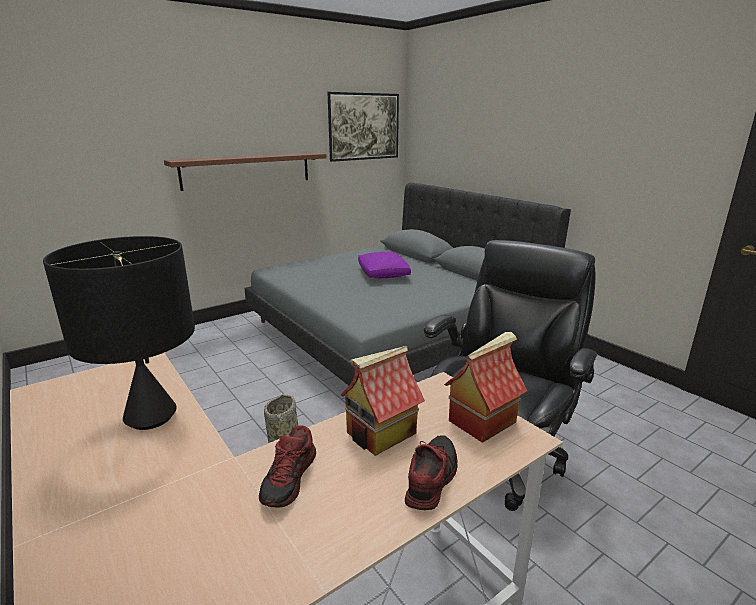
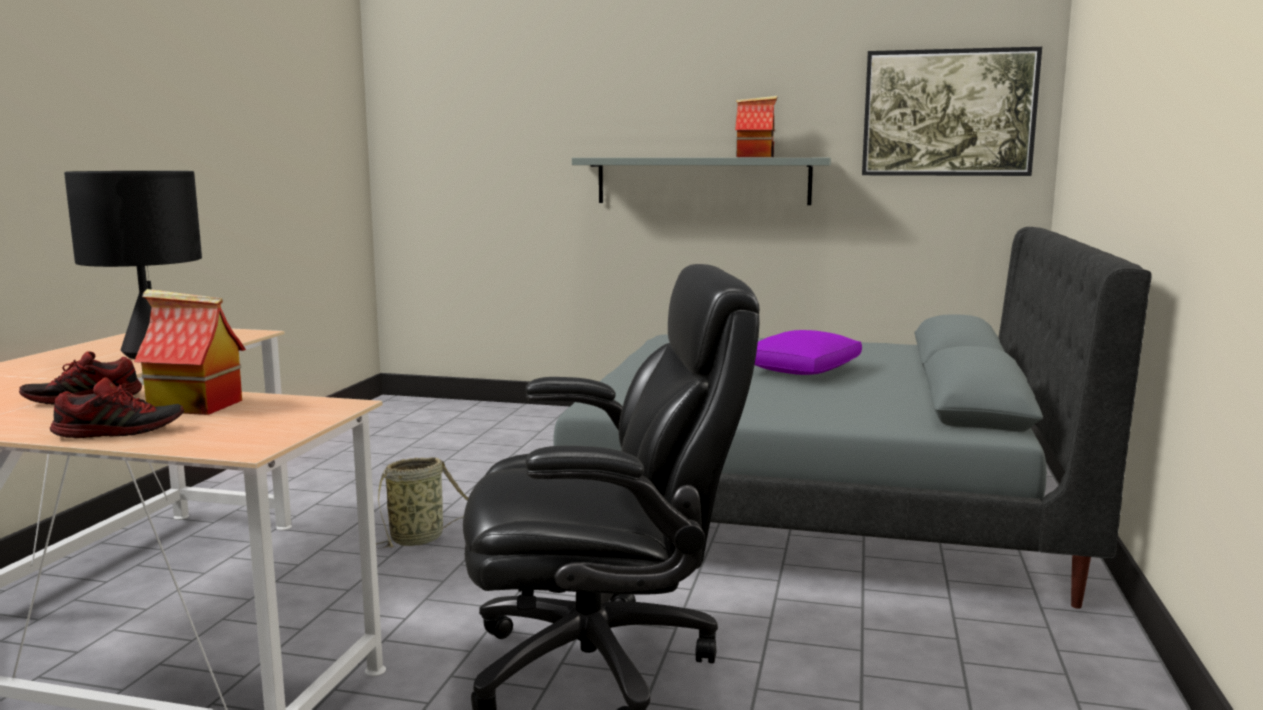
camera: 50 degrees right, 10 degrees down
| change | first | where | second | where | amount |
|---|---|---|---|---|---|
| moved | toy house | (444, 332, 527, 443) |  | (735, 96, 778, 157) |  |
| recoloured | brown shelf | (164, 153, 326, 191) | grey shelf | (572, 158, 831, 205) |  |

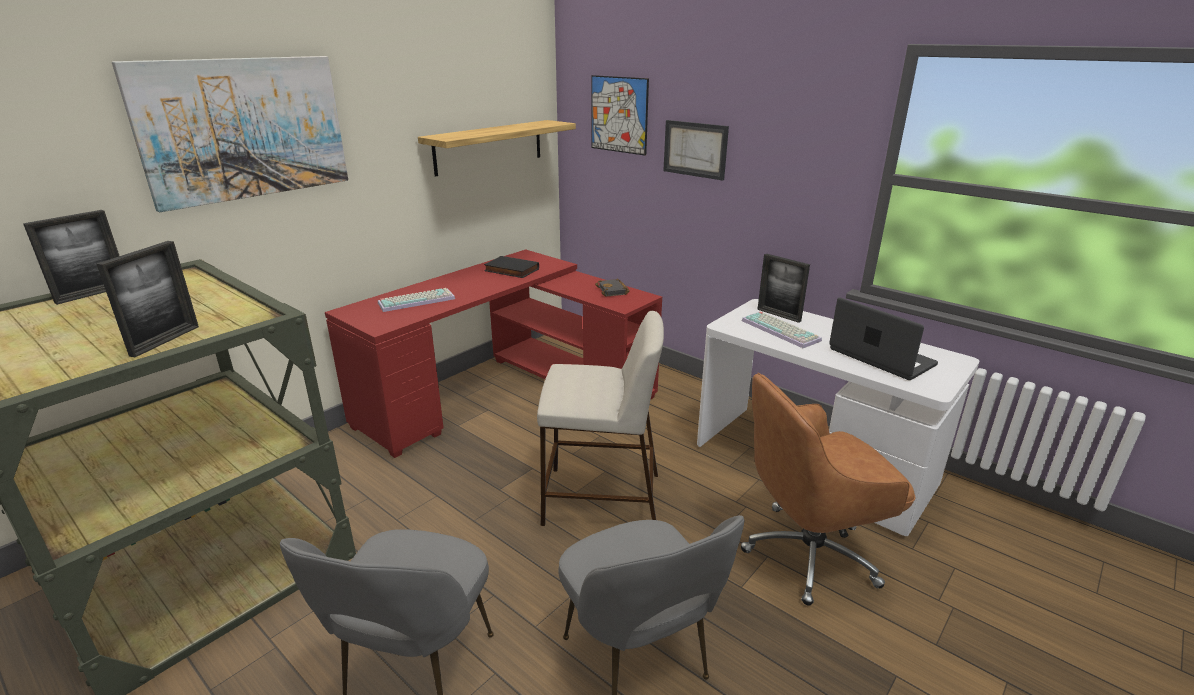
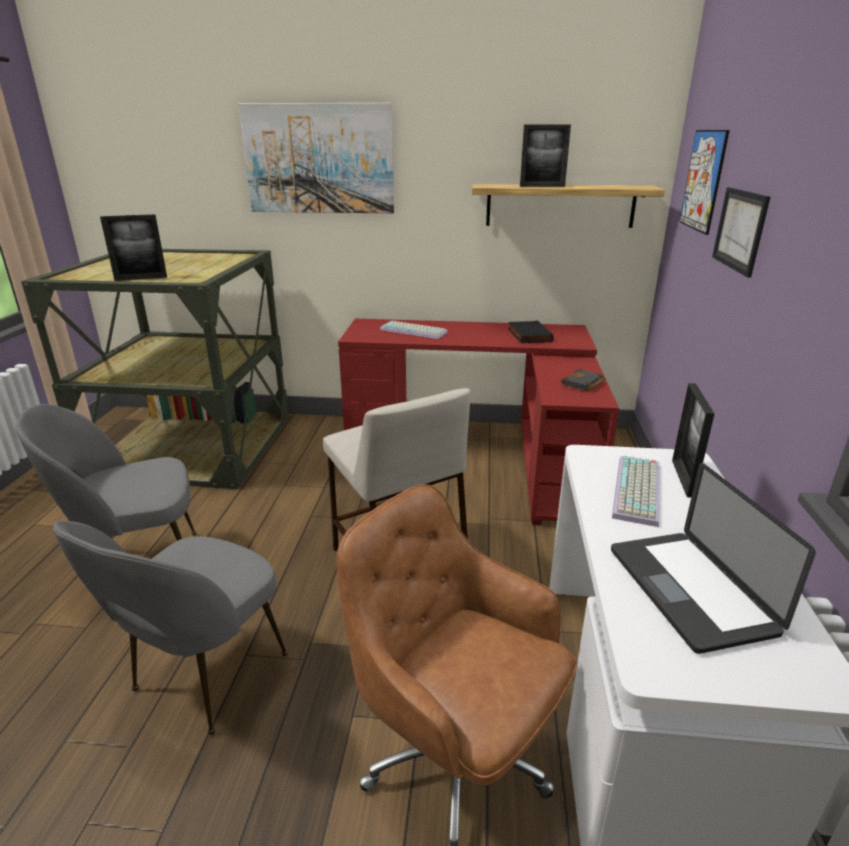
camera: 55 degrees right, 0 degrees up
| change | first | where | second | where | amount |
|---|---|---|---|---|---|
| moved | picture frame | (23, 210, 119, 305) |  | (520, 125, 571, 187) |  |
| turned | laptop | (829, 297, 938, 380) |  | (611, 463, 816, 654) | 150 degrees clockwise |

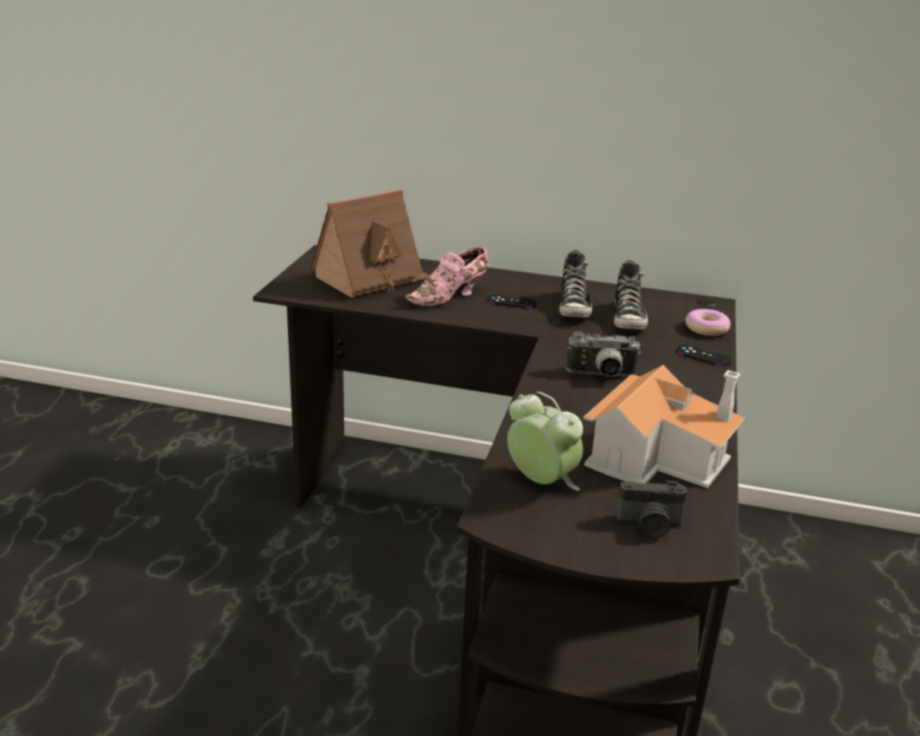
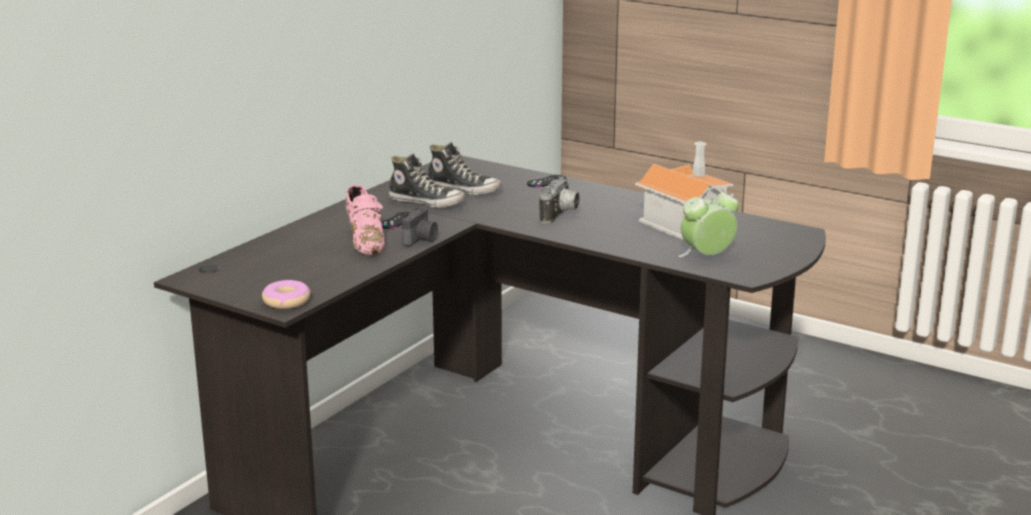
camera: 70 degrees left, 5 degrees down
| change | first | where | second | where | amount |
|---|---|---|---|---|---|
| removed | toy house | (310, 189, 430, 298) |  |  |  |
| moved | photo camera | (616, 480, 687, 538) |  | (402, 206, 438, 246) |  |
| moved | donut | (686, 309, 731, 336) |  | (262, 280, 311, 309) |  |

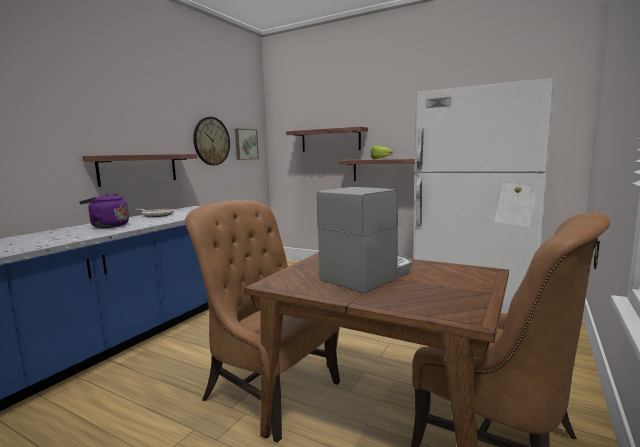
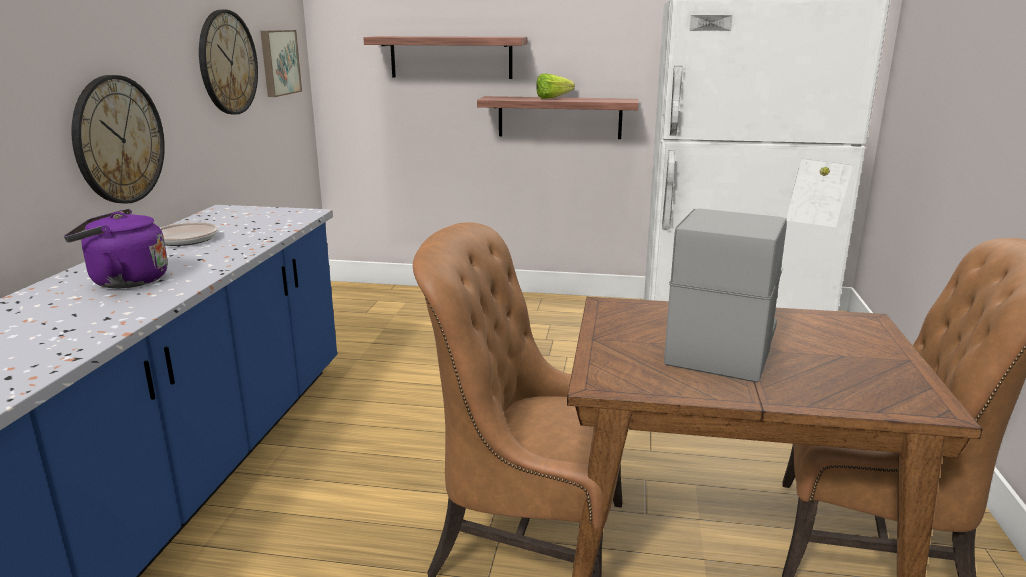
camera: 20 degrees left, 10 degrees up
| change | first | where | second | where | amount |
|---|---|---|---|---|---|
| replaced | shelf | (82, 154, 198, 187) | wall clock | (71, 75, 165, 204) |  |

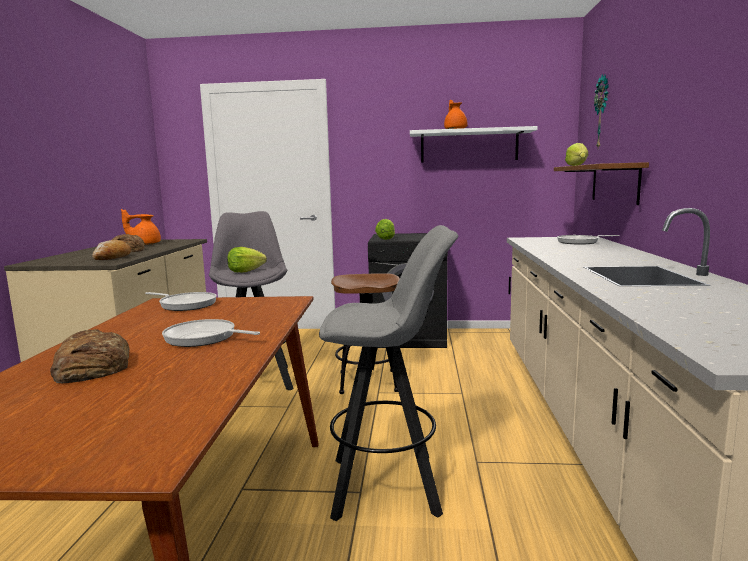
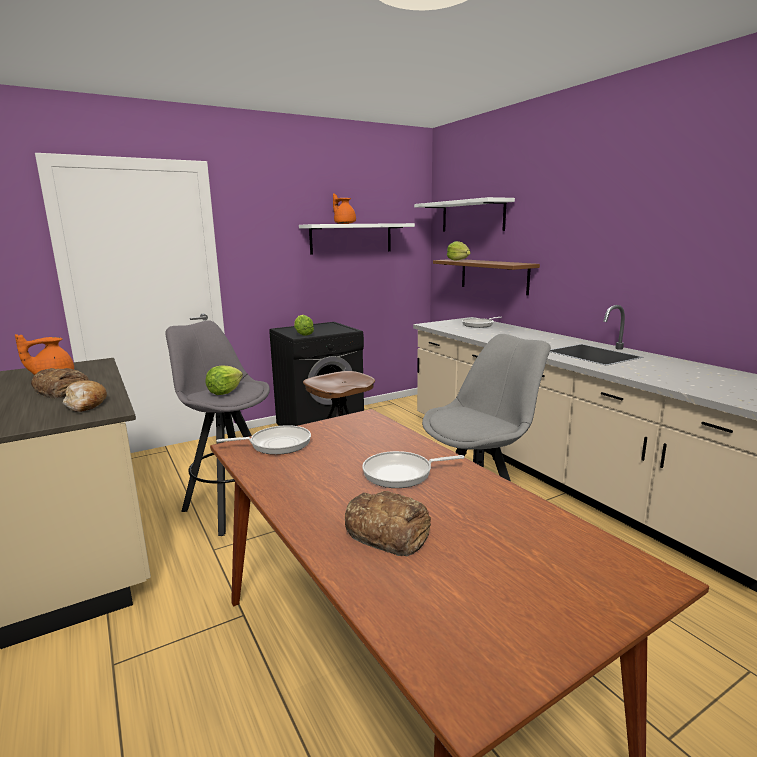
camera: 35 degrees left, 5 degrees up
| change | first | where | second | where | amount |
|---|---|---|---|---|---|
| replaced | wall clock | (594, 74, 609, 148) | white shelf | (414, 197, 515, 231) |  |

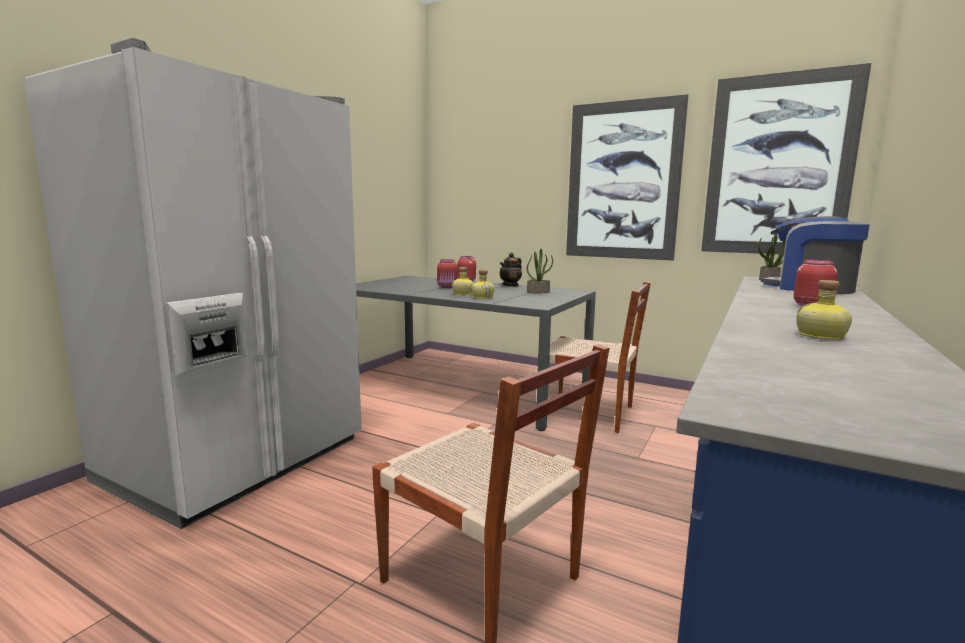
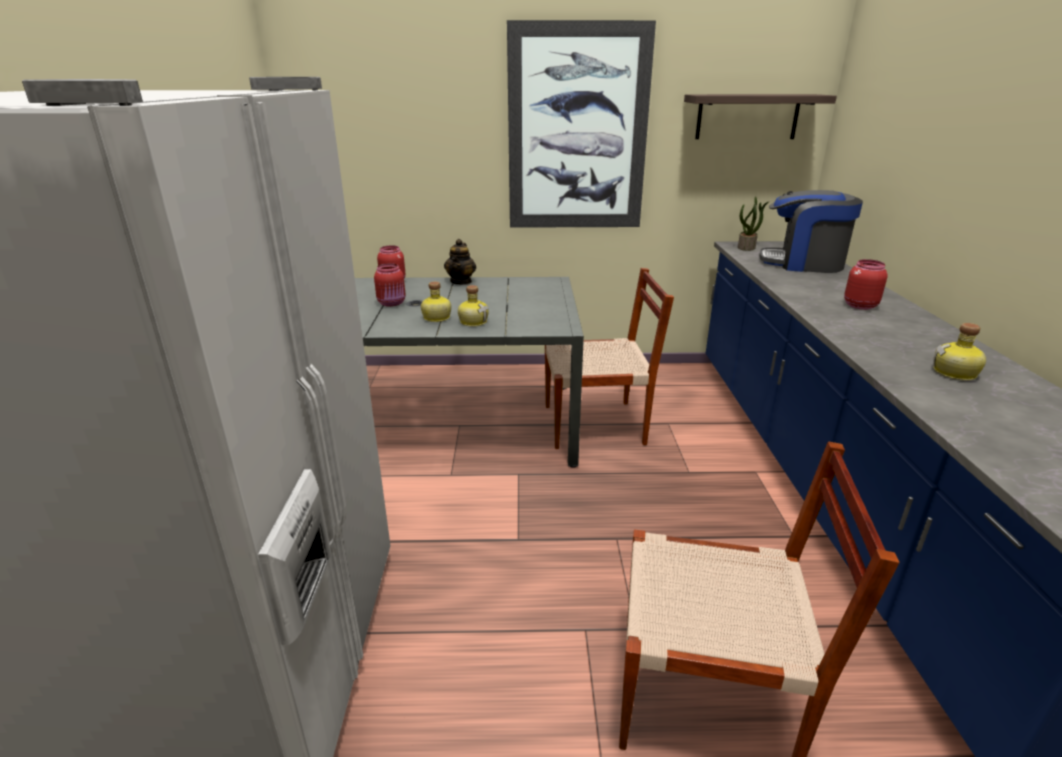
camera: 30 degrees left, 15 degrees up
| change | first | where | second | where | amount |
|---|---|---|---|---|---|
| removed | potted plant | (527, 249, 553, 293) |  |  |  |
| replaced | picture | (701, 63, 871, 254) | shelf | (684, 94, 837, 139) |  |

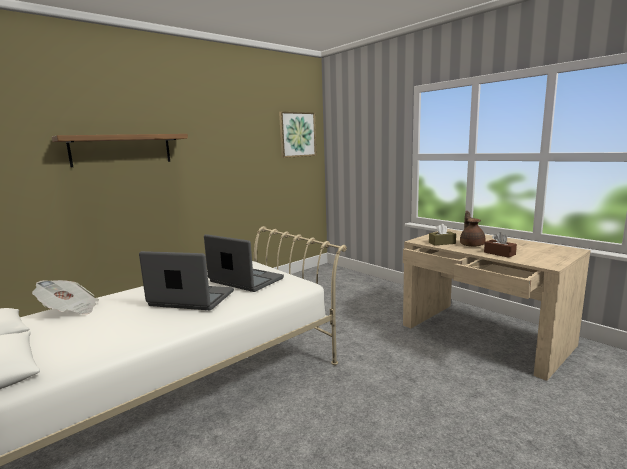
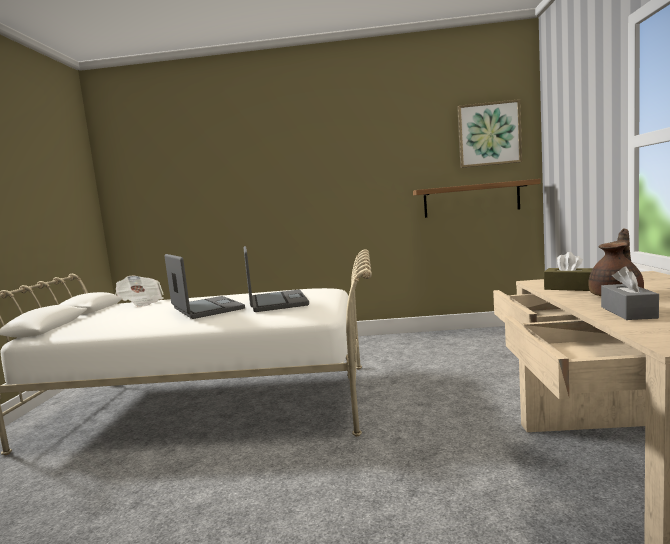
camera: 45 degrees right, 5 degrees down
| change | first | where | second | where | amount |
|---|---|---|---|---|---|
| moved | shelf | (52, 134, 188, 167) |  | (413, 179, 541, 218) |  |
| recoloured | brown tissue box | (484, 232, 517, 258) | grey tissue box | (601, 266, 659, 320) |  |

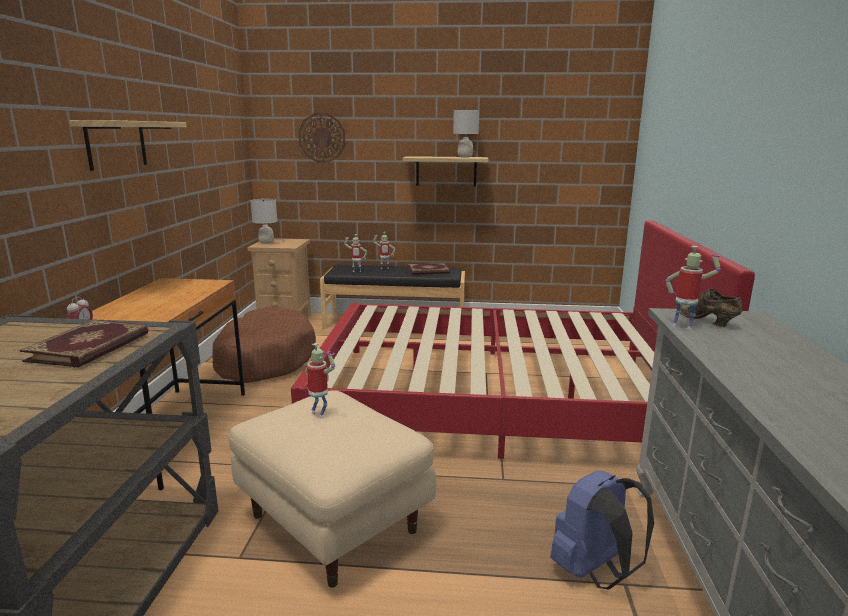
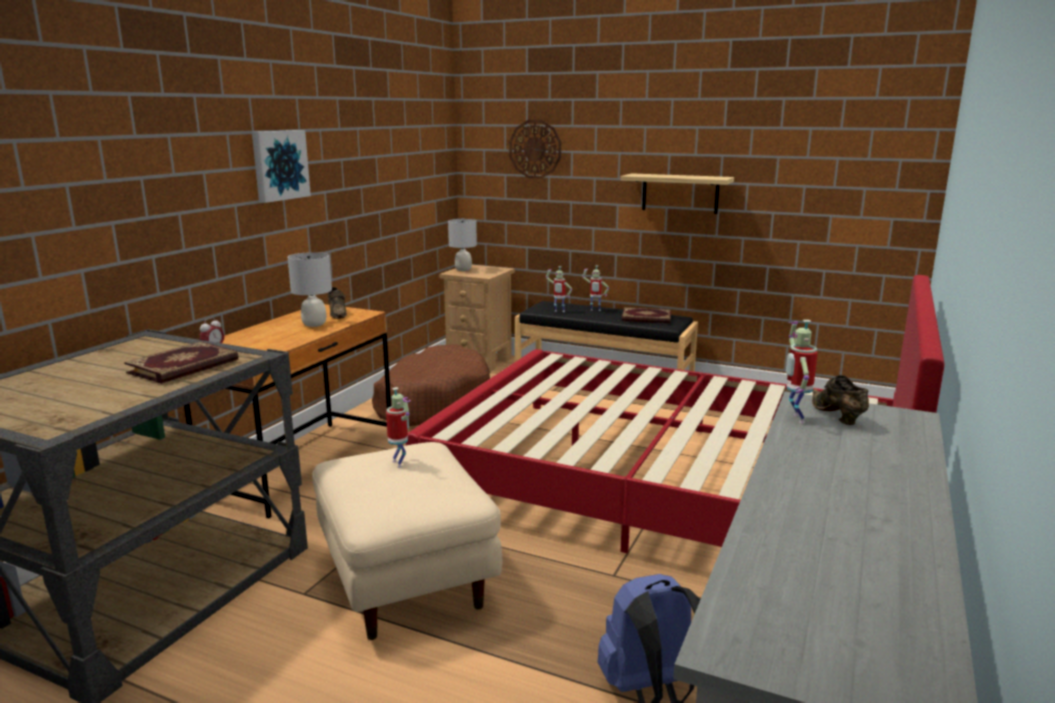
camera: 20 degrees right, 0 degrees up
| change | first | where | second | where | amount |
|---|---|---|---|---|---|
| added |  |  | brown shoe | (328, 287, 347, 319) |  |
| moved | grey table lamp | (453, 110, 479, 158) |  | (288, 252, 332, 327) |  |
| replaced | shelf | (69, 120, 186, 171) | picture | (252, 130, 311, 203) |  |
| turned | toy robot | (665, 246, 721, 330) |  | (786, 320, 818, 423) | 150 degrees counterclockwise |

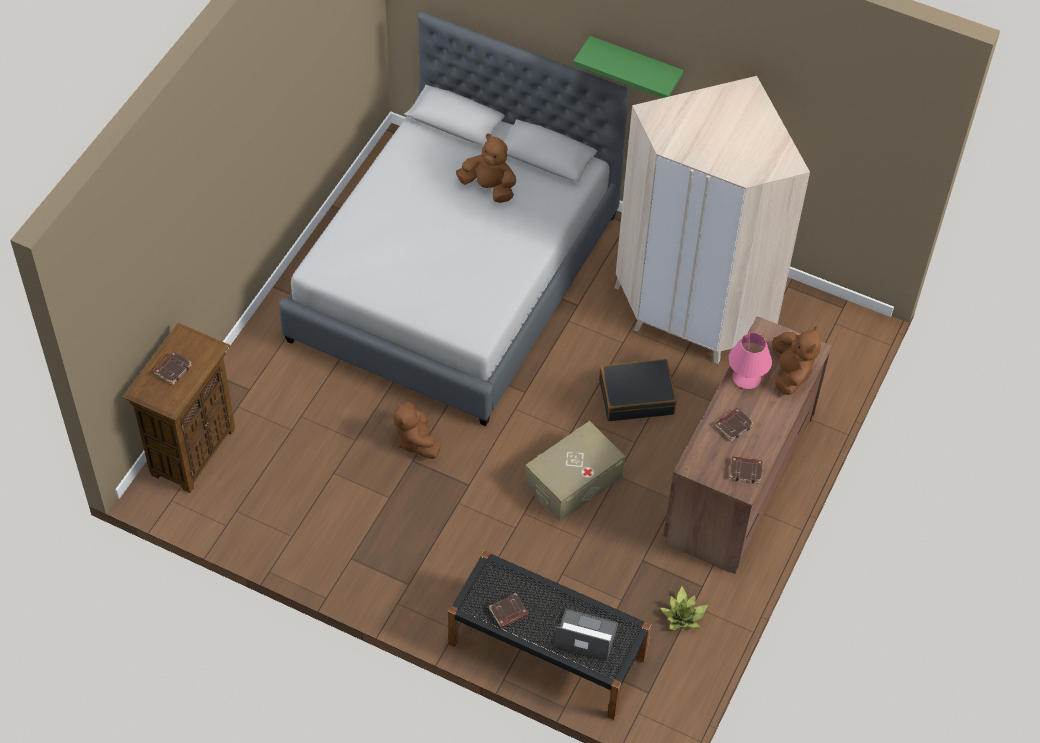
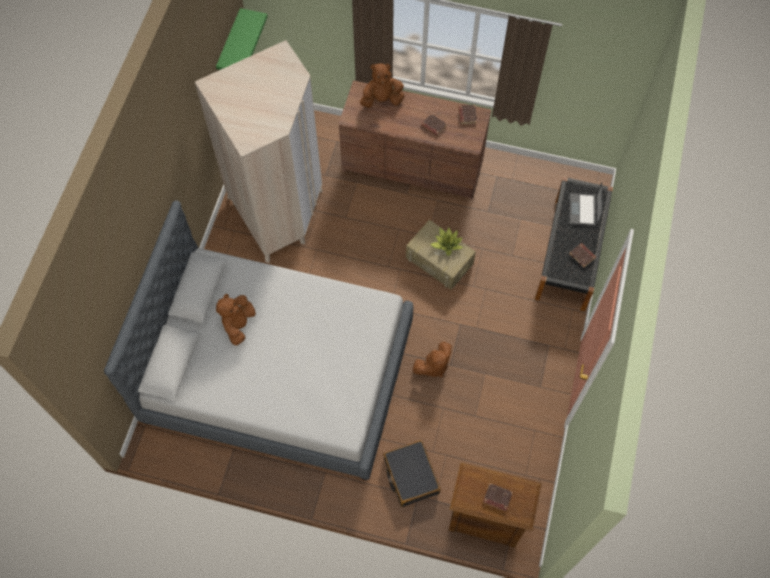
camera: 100 degrees left, 10 degrees up
| change | first | where | second | where | amount |
|---|---|---|---|---|---|
| removed | pink table lamp | (728, 333, 772, 389) |  |  |  |
| moved | green shelf | (573, 36, 683, 98) |  | (216, 8, 268, 70) |  |
| moved | black suitcase | (599, 359, 677, 421) |  | (383, 440, 441, 507) |  |
| moved | potted plant | (660, 586, 708, 630) |  | (430, 228, 463, 256) |  |

